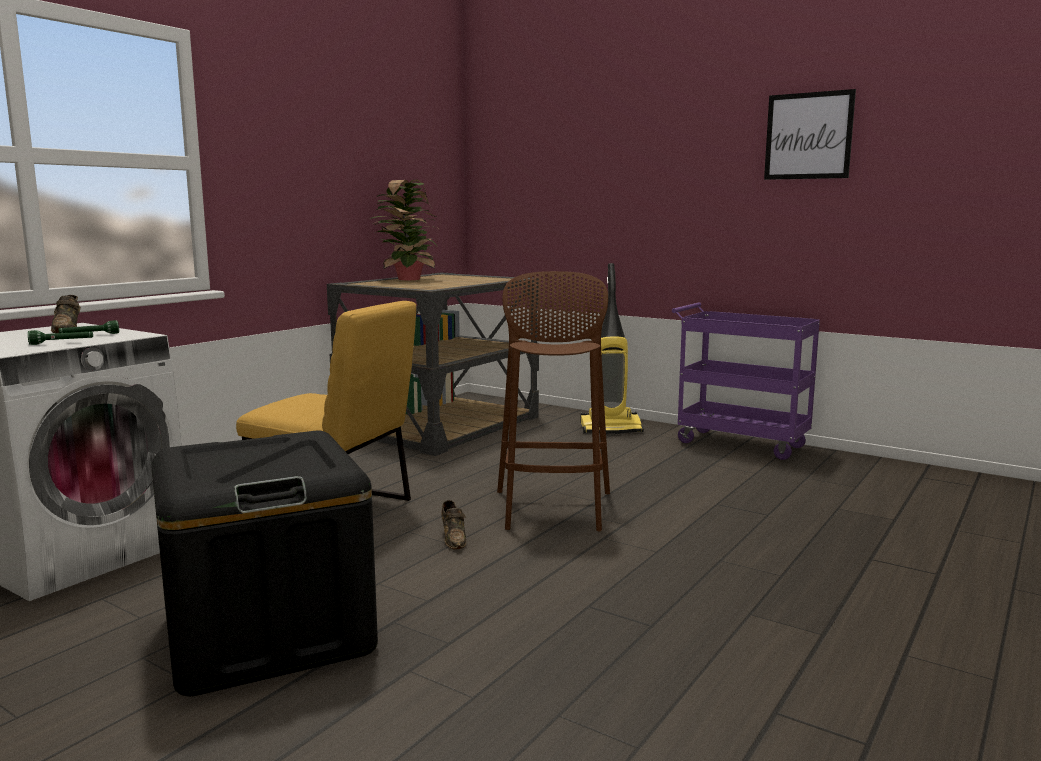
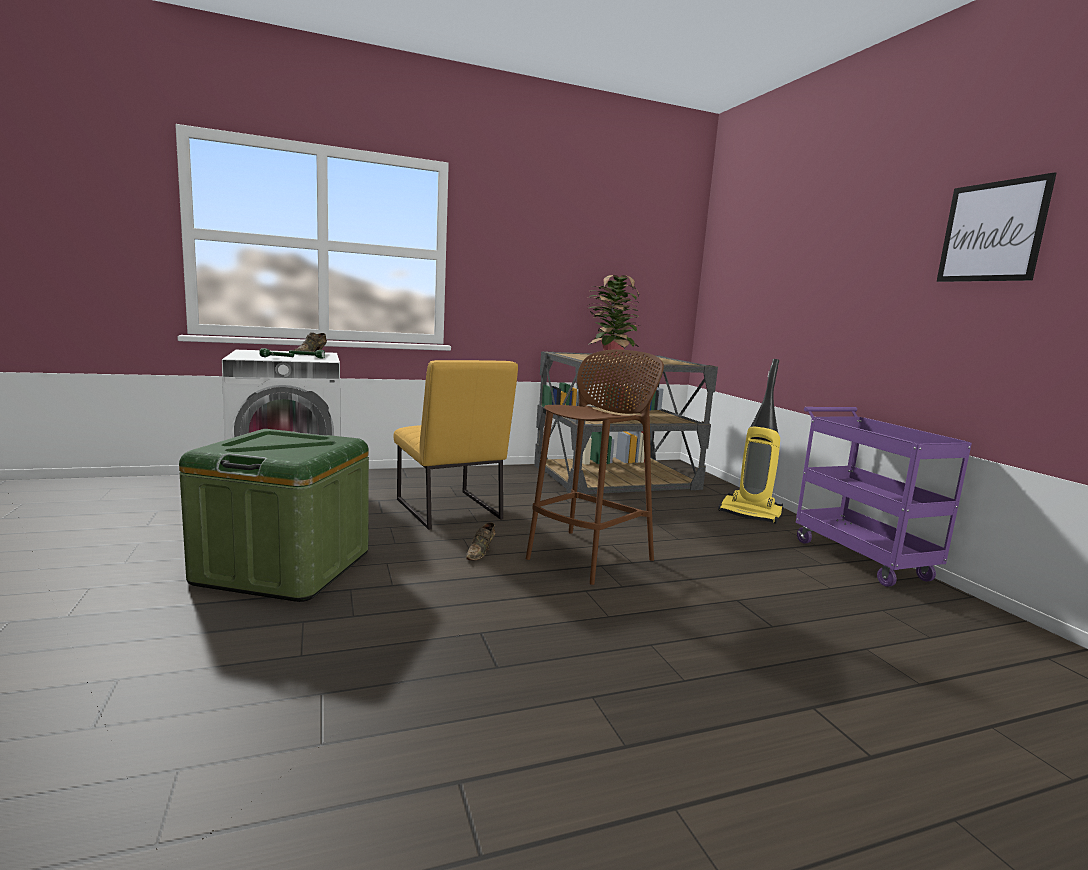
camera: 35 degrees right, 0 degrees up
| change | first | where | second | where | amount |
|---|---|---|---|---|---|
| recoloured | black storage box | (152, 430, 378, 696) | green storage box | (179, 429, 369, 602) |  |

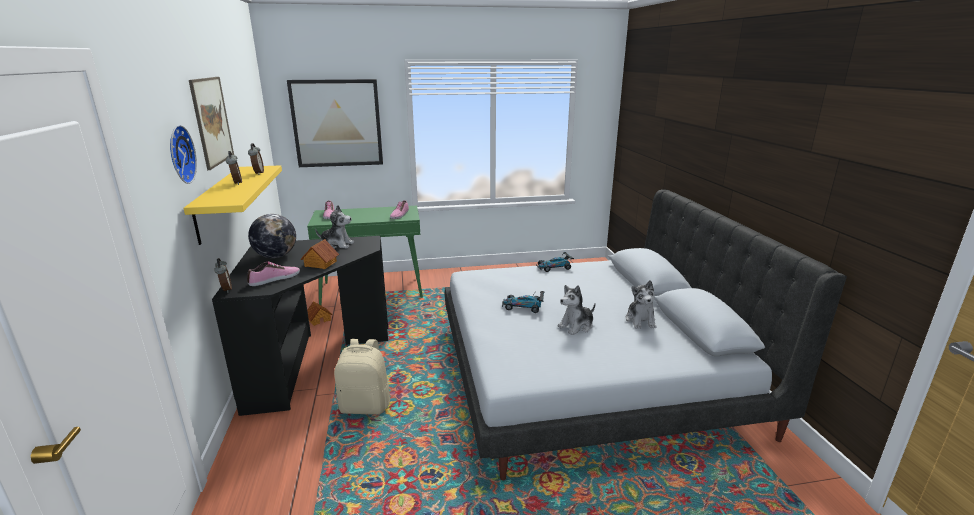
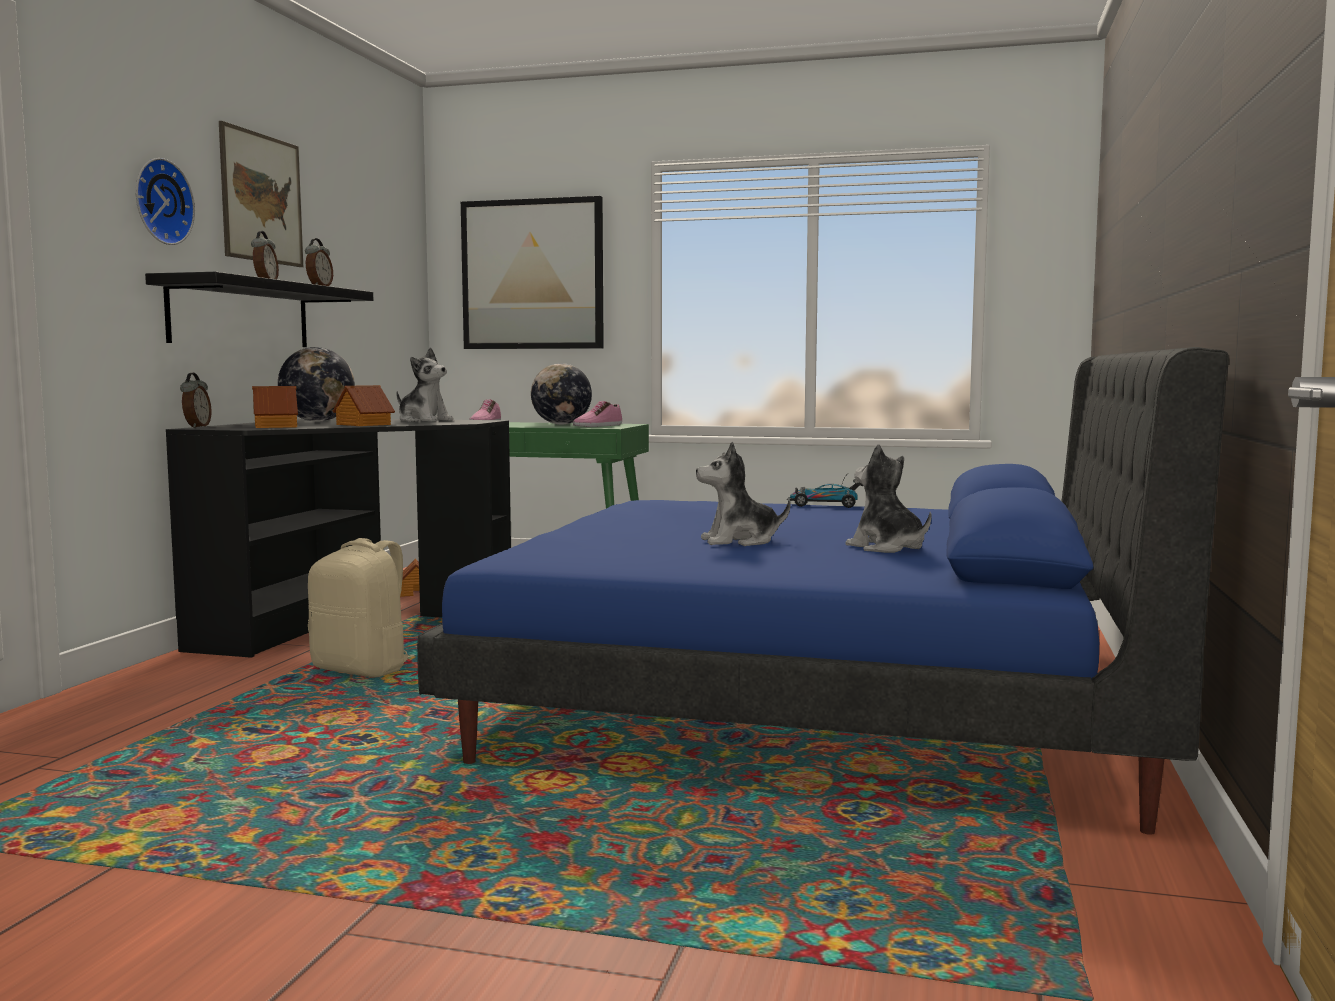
camera: 25 degrees right, 15 degrees down
| change | first | where | second | where | amount |
|---|---|---|---|---|---|
| removed | toy car | (502, 291, 545, 313) |  |  |  |
| added |  |  | globe | (531, 363, 592, 425) |  |
| replaced | shoe | (247, 262, 300, 286) | toy house | (252, 386, 298, 428) |  |
| recoloured | yellow shelf | (184, 165, 282, 245) | black shelf | (145, 272, 373, 347) |  |
| recoloured | grey bed | (445, 189, 847, 480) | blue bed | (417, 347, 1229, 835) |  |
| turned | plush toy | (626, 280, 657, 329) |  | (845, 444, 932, 553) | 120 degrees clockwise |

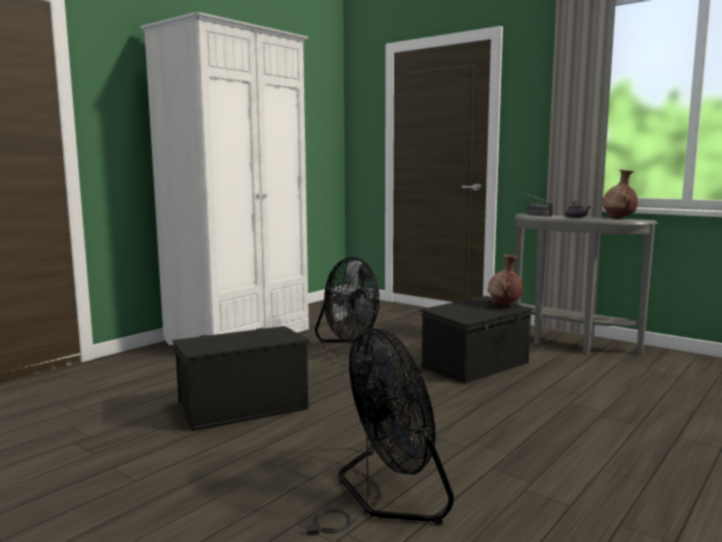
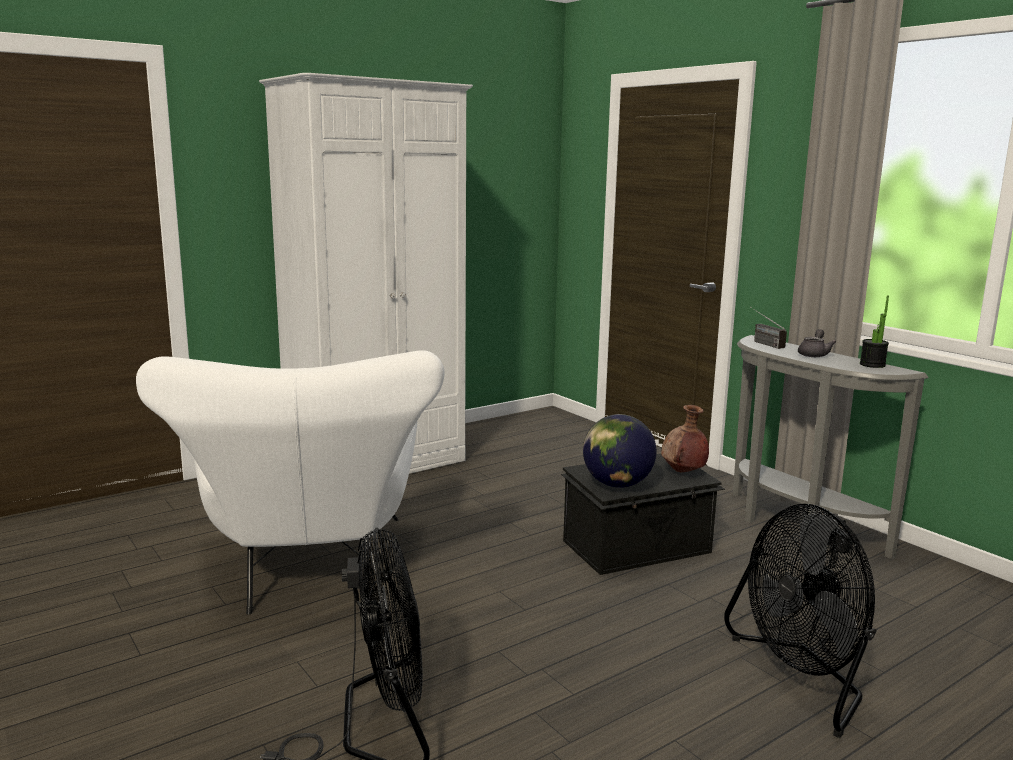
camera: 15 degrees right, 5 degrees up
| change | first | where | second | where | amount |
|---|---|---|---|---|---|
| added |  |  | globe | (583, 414, 657, 488) |  |
| moved | black fan | (315, 257, 385, 359) |  | (724, 504, 877, 738) |  |
| replaced | black storage box | (170, 326, 311, 431) | white armchair | (136, 350, 444, 614) |  |
| replaced | brown vase | (602, 170, 638, 219) | potted plant | (860, 295, 889, 368) |  |

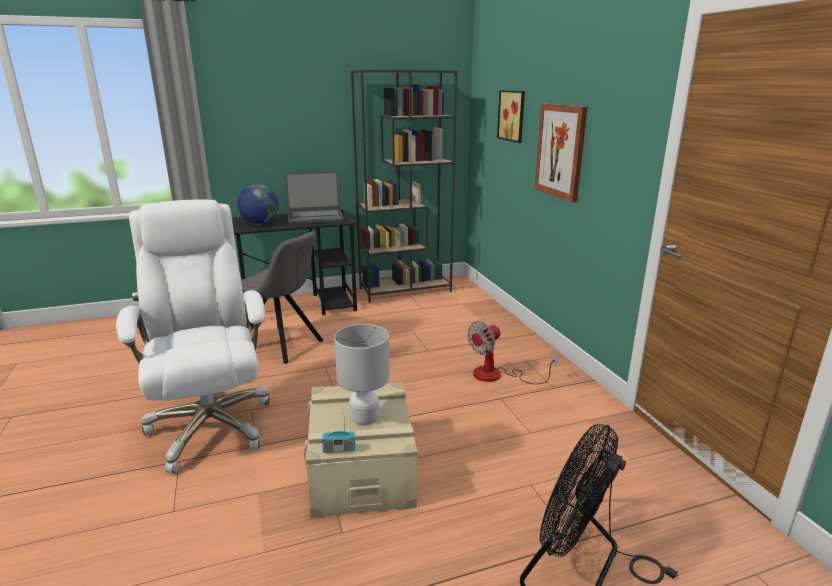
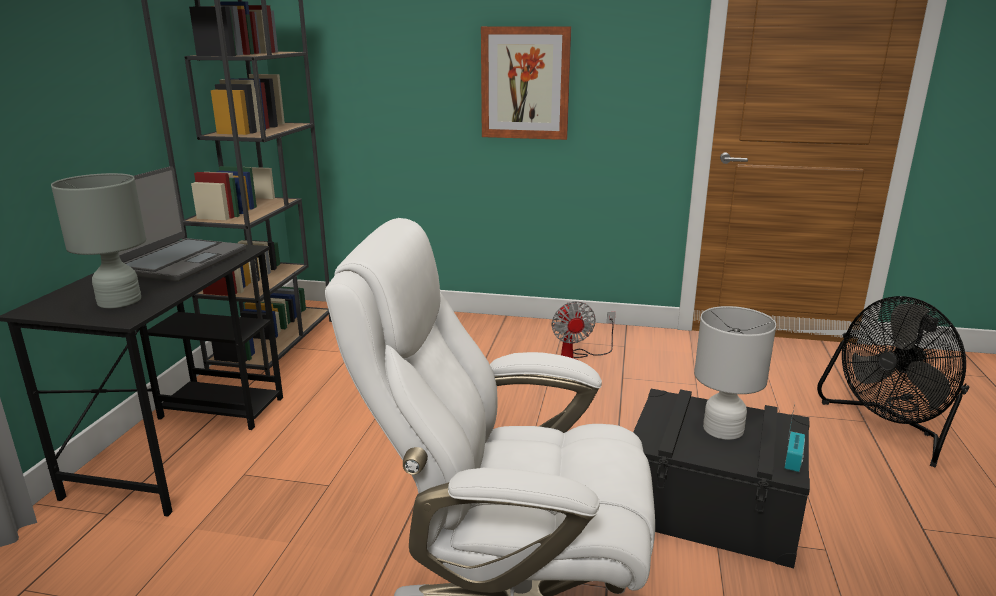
camera: 60 degrees left, 0 degrees up
| change | first | where | second | where | amount |
|---|---|---|---|---|---|
| removed | grey chair | (241, 231, 323, 364) |  |  |  |
| removed | picture | (497, 90, 525, 143) |  |  |  |
| replaced | globe | (237, 185, 278, 225) | grey table lamp | (51, 173, 146, 308) |  |
| recoloured | beige storage box | (304, 382, 418, 518) | black storage box | (633, 389, 810, 568) |  |

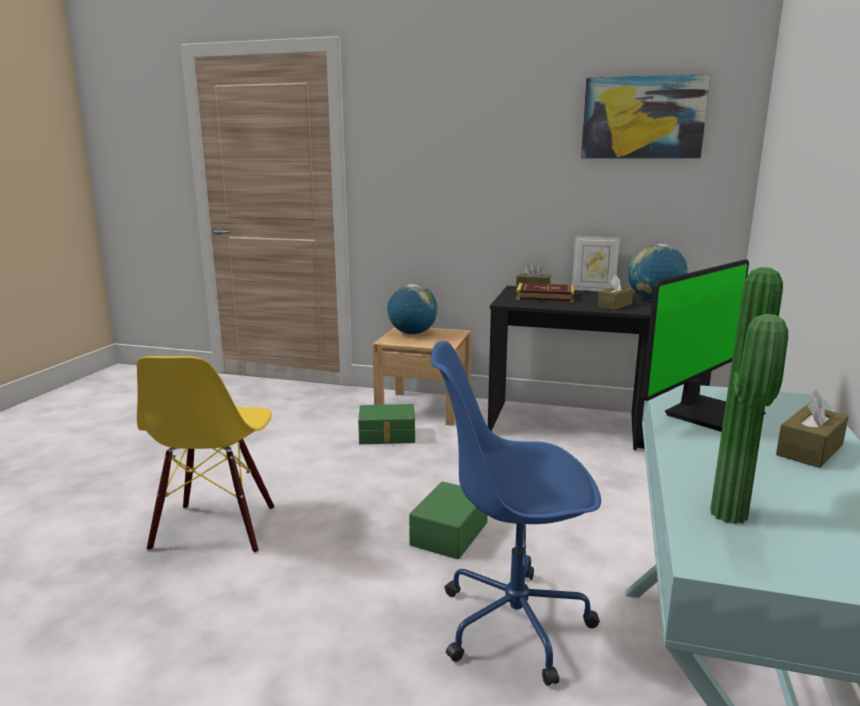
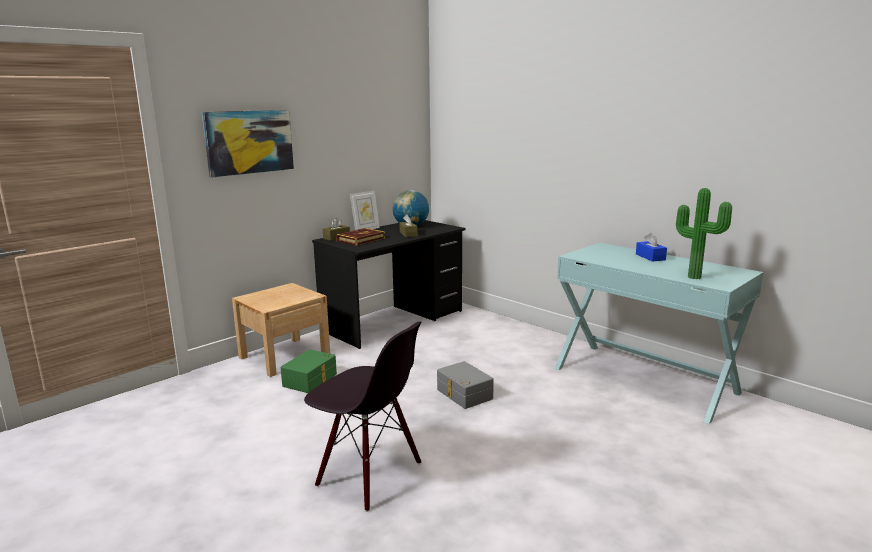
camera: 60 degrees left, 0 degrees up
| change | first | where | second | where | amount |
|---|---|---|---|---|---|
| removed | globe | (387, 284, 438, 334) |  |  |  |
| removed | blue office chair | (431, 341, 601, 686) |  |  |  |
| removed | monitor | (642, 259, 766, 432) |  |  |  |
| moved | picture | (581, 74, 710, 159) |  | (202, 110, 294, 178) |  |
| recoloured | yellow chair | (137, 356, 275, 553) | black chair | (304, 322, 422, 512) |  |
| recoloured | green storage box | (409, 482, 488, 559) | grey storage box | (437, 361, 494, 409) |  |
| recoloured | brown tissue box | (776, 388, 849, 468) | blue tissue box | (636, 233, 667, 262) |  |

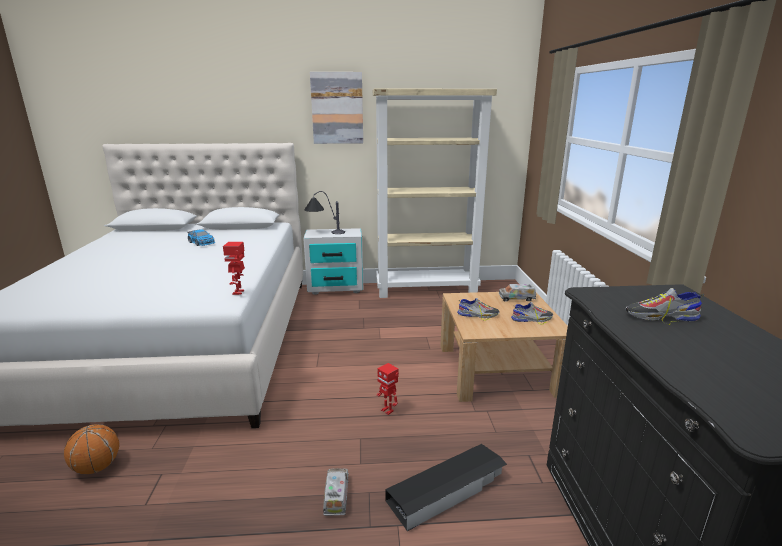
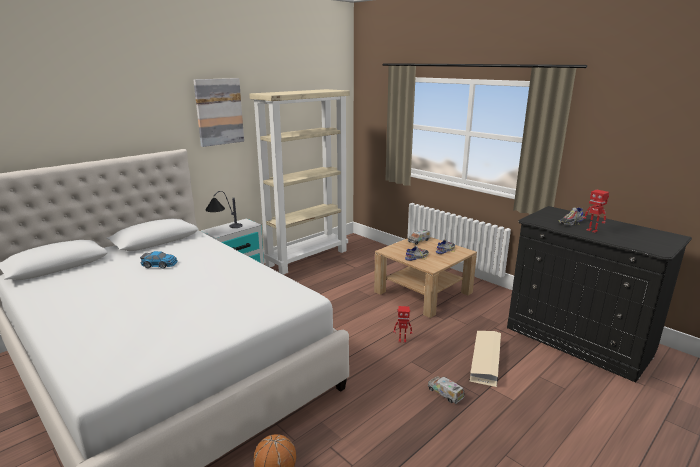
camera: 40 degrees left, 0 degrees up
| change | first | where | second | where | amount |
|---|---|---|---|---|---|
| moved | toy robot | (223, 242, 245, 295) |  | (583, 190, 609, 233) |  |
| recoloured | black storage box | (385, 444, 507, 531) | beige storage box | (470, 331, 501, 387) |  |

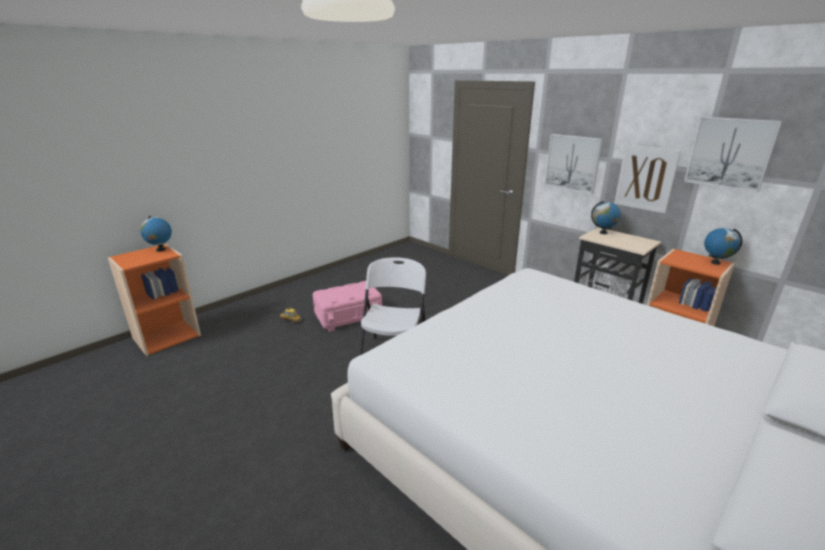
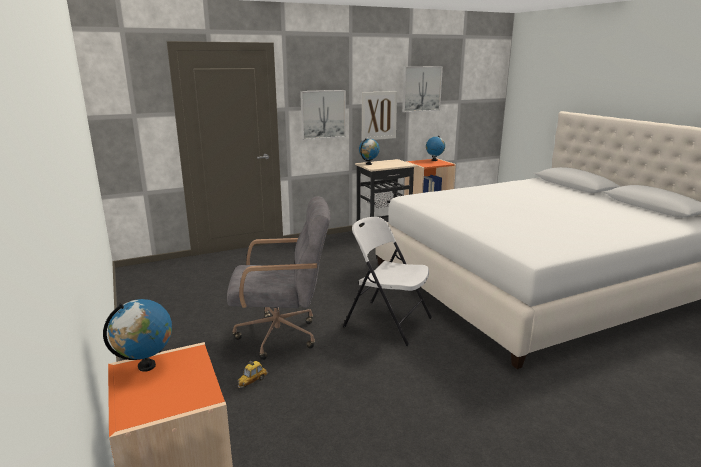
camera: 70 degrees left, 5 degrees down
| change | first | where | second | where | amount |
|---|---|---|---|---|---|
| replaced | pink storage box | (313, 281, 382, 332) | grey office chair | (227, 196, 331, 360) |  |

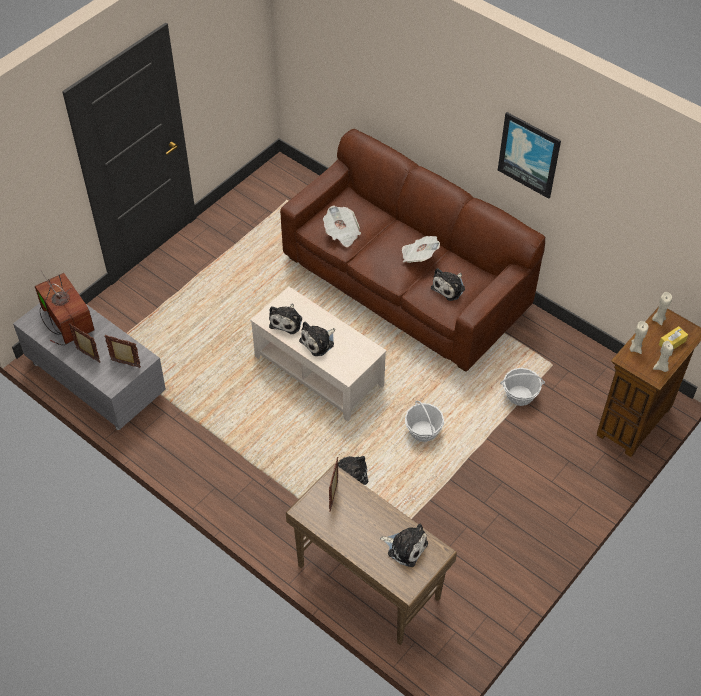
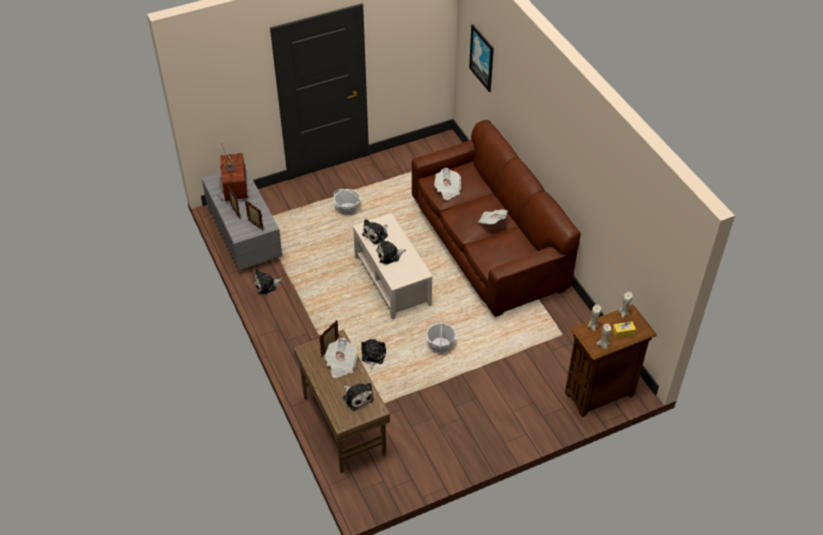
camera: 25 degrees right, 5 degrees down
| change | first | where | second | where | amount |
|---|---|---|---|---|---|
| added |  |  | newspaper | (324, 338, 358, 378) |  |
| moved | plush toy | (431, 268, 465, 301) |  | (253, 268, 282, 295) |  |
| moved | picture | (498, 112, 561, 199) |  | (469, 24, 494, 92) |  |
| moved | basket | (500, 368, 545, 406) |  | (333, 189, 361, 215) |  |

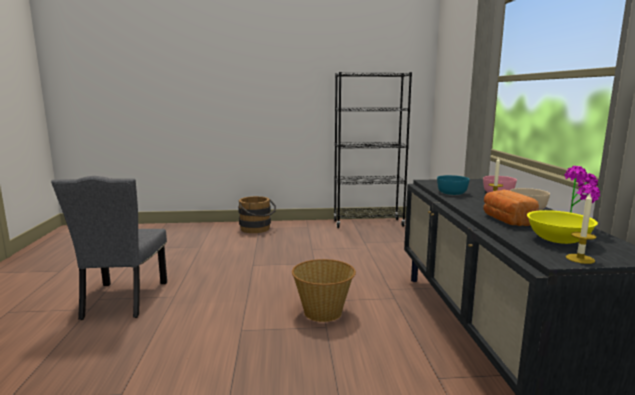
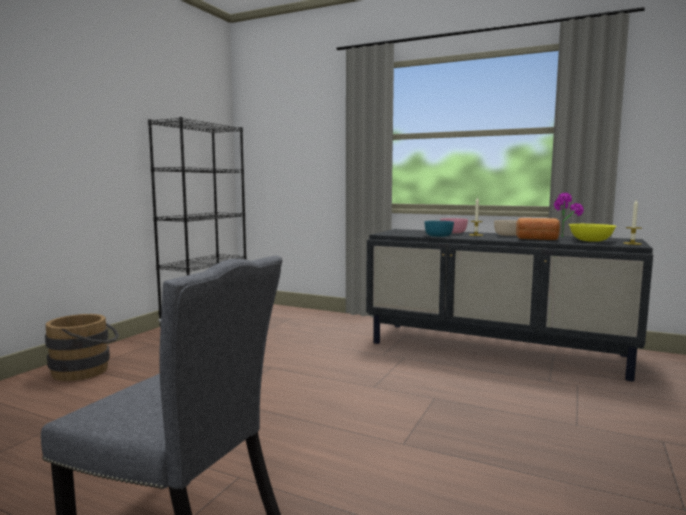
camera: 60 degrees left, 5 degrees down
| change | first | where | second | where | amount |
|---|---|---|---|---|---|
| removed | basket | (292, 259, 356, 322) |  |  |  |

